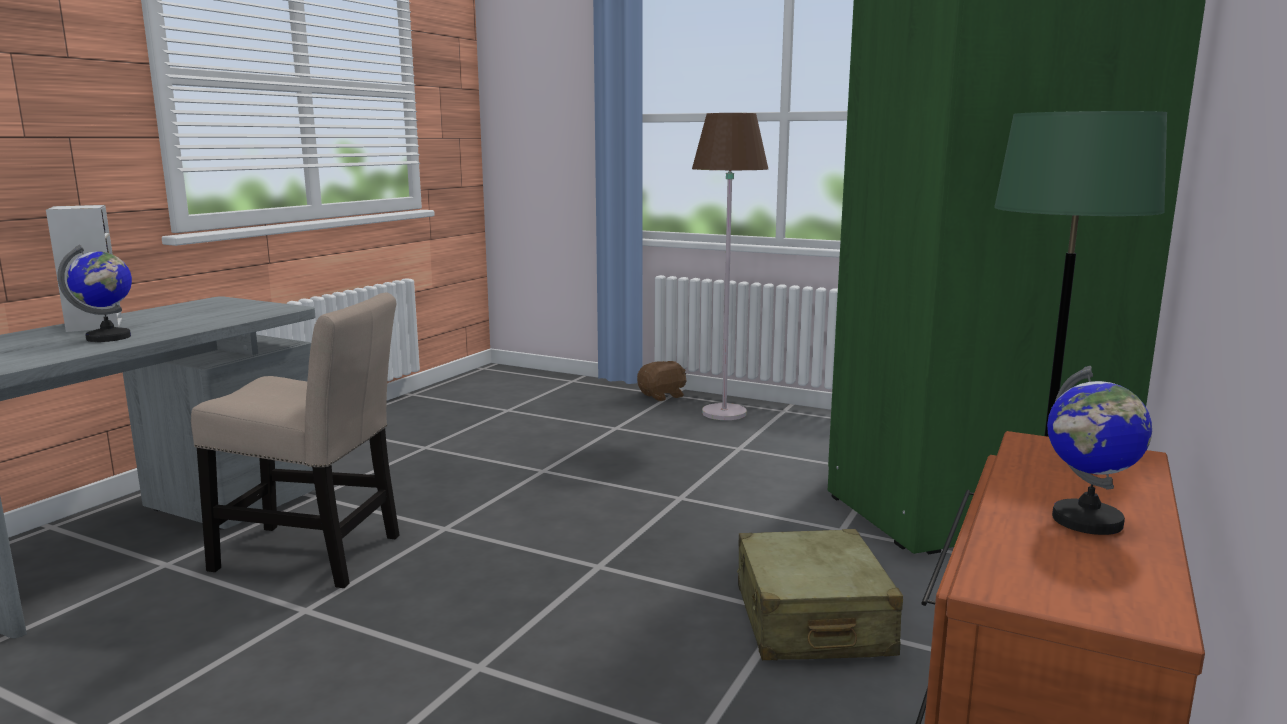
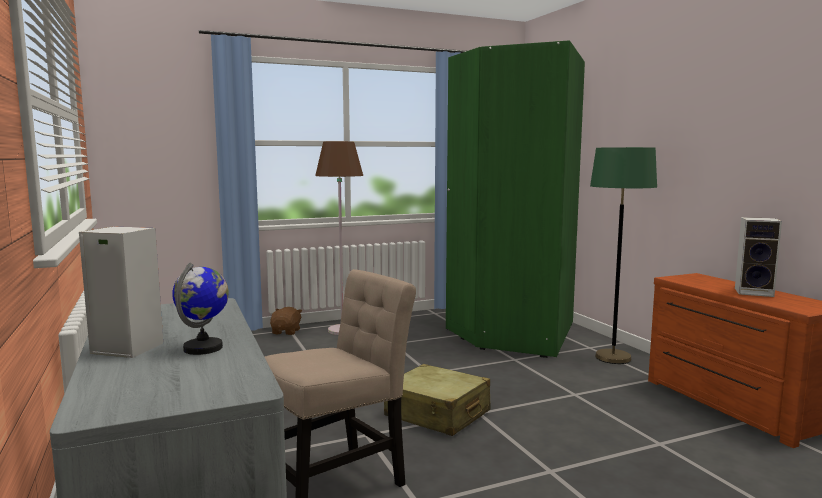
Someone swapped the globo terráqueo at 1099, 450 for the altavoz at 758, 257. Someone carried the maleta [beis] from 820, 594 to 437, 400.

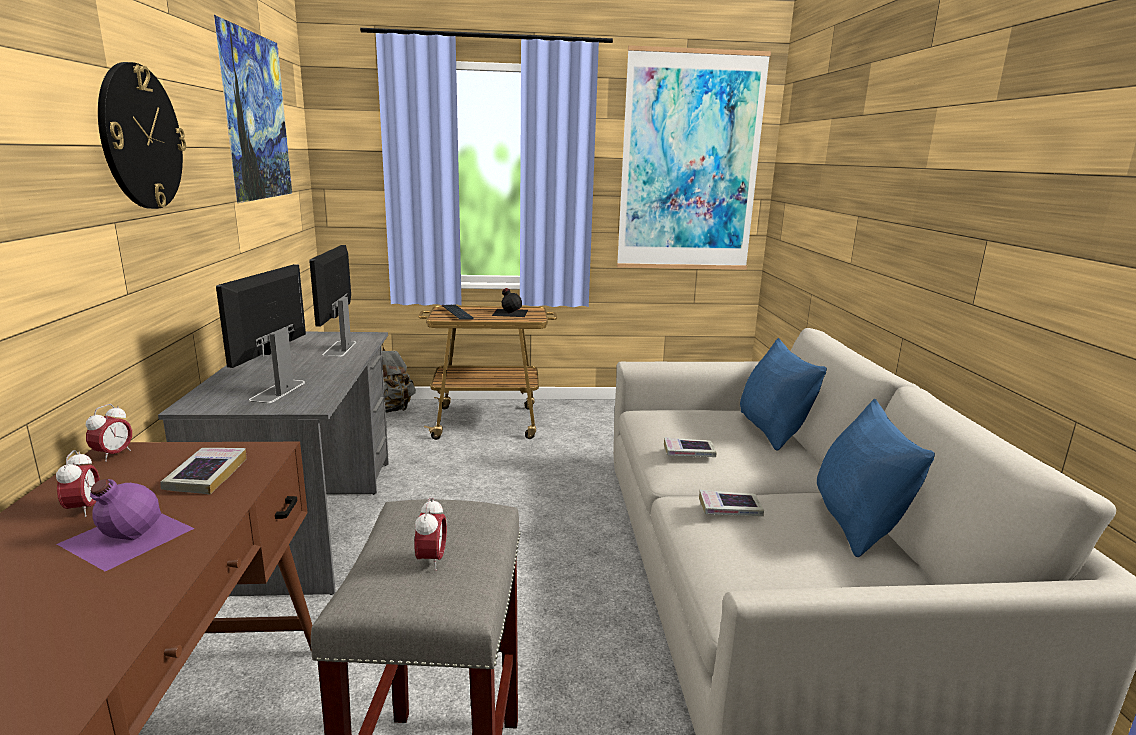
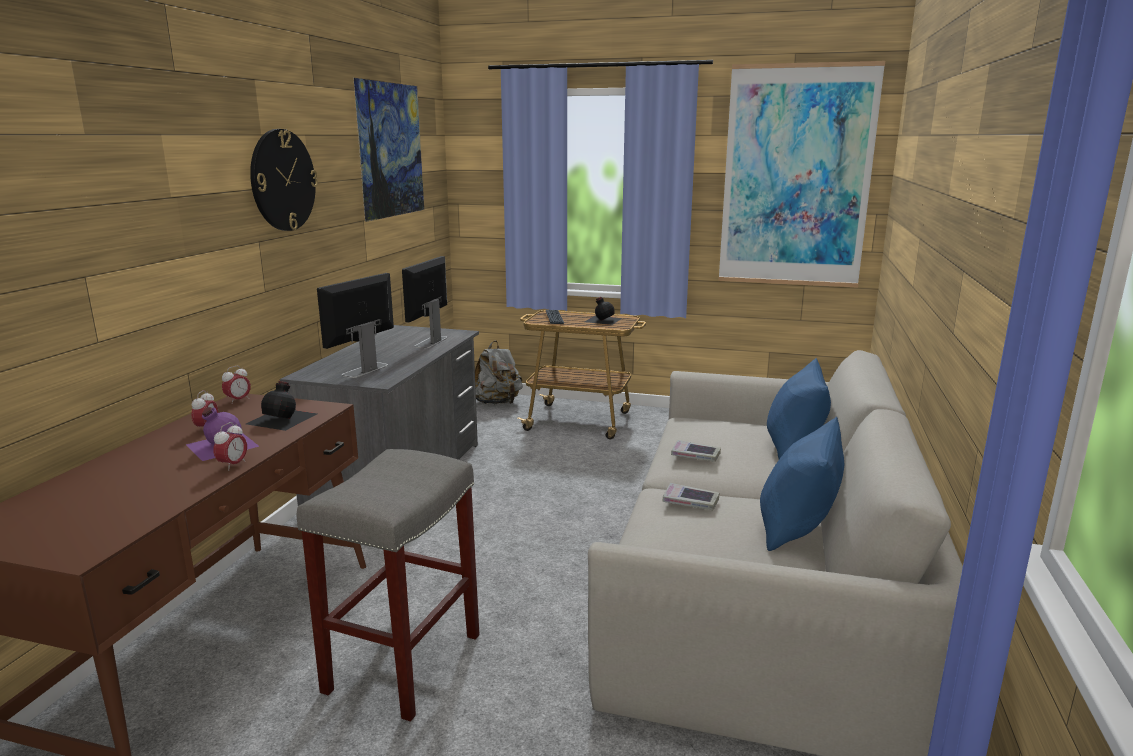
Someone swapped the libro at 203, 471 for the botella [negro] at 281, 406. Someone carried the despertador from 431, 534 to 230, 446.

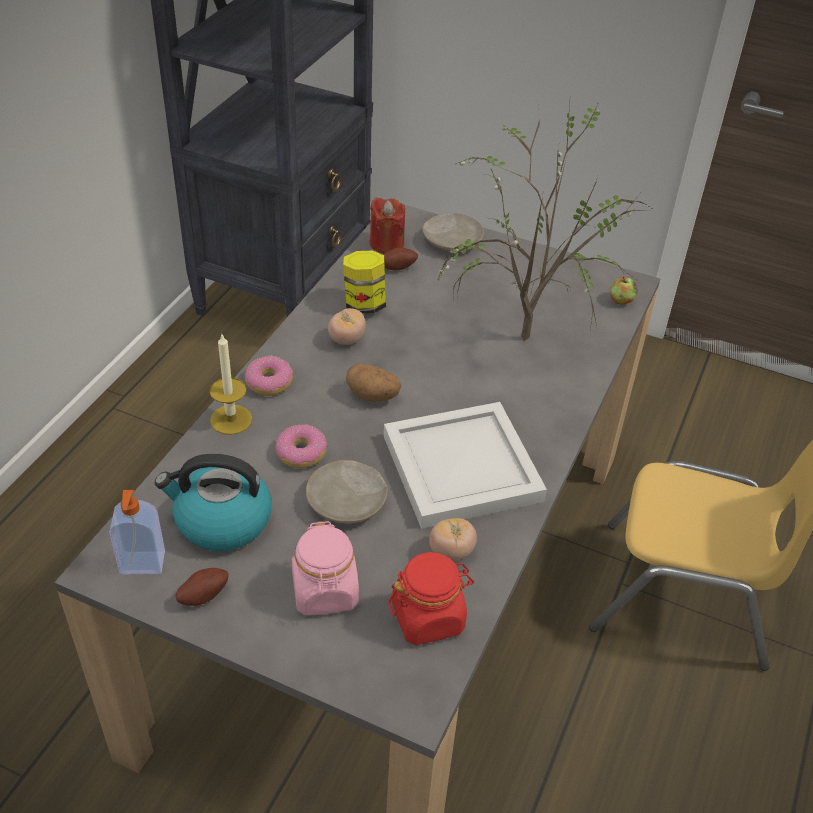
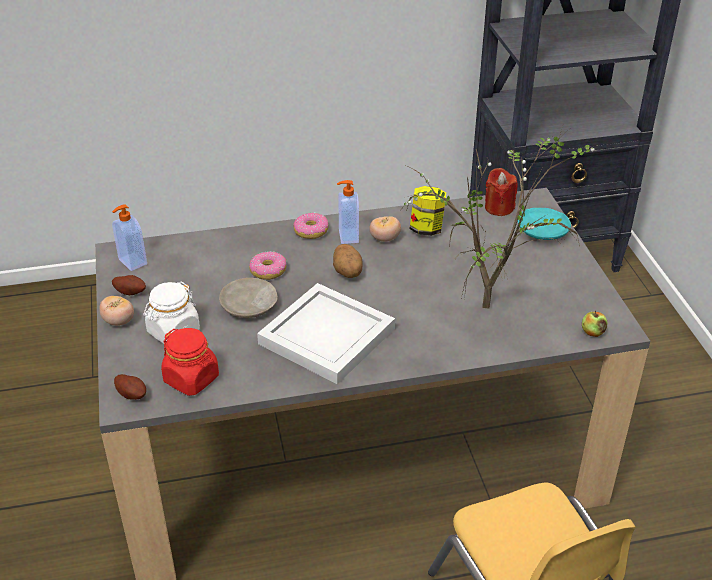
Someone repainted the plato [beis] at 453, 232, which became the plato [turquesa] at 544, 224. Someone carried the patata from 400, 258 to 130, 387. Someone took away the vela at 230, 385. Someone took away the hervidor at 213, 502. Someone carried the tomate from 453, 539 to 116, 311. Someone repainted the tarro [rosa] at 325, 568, which became the tarro [blanco] at 171, 313. Someone put down the dispensador de jabón at 348, 212.

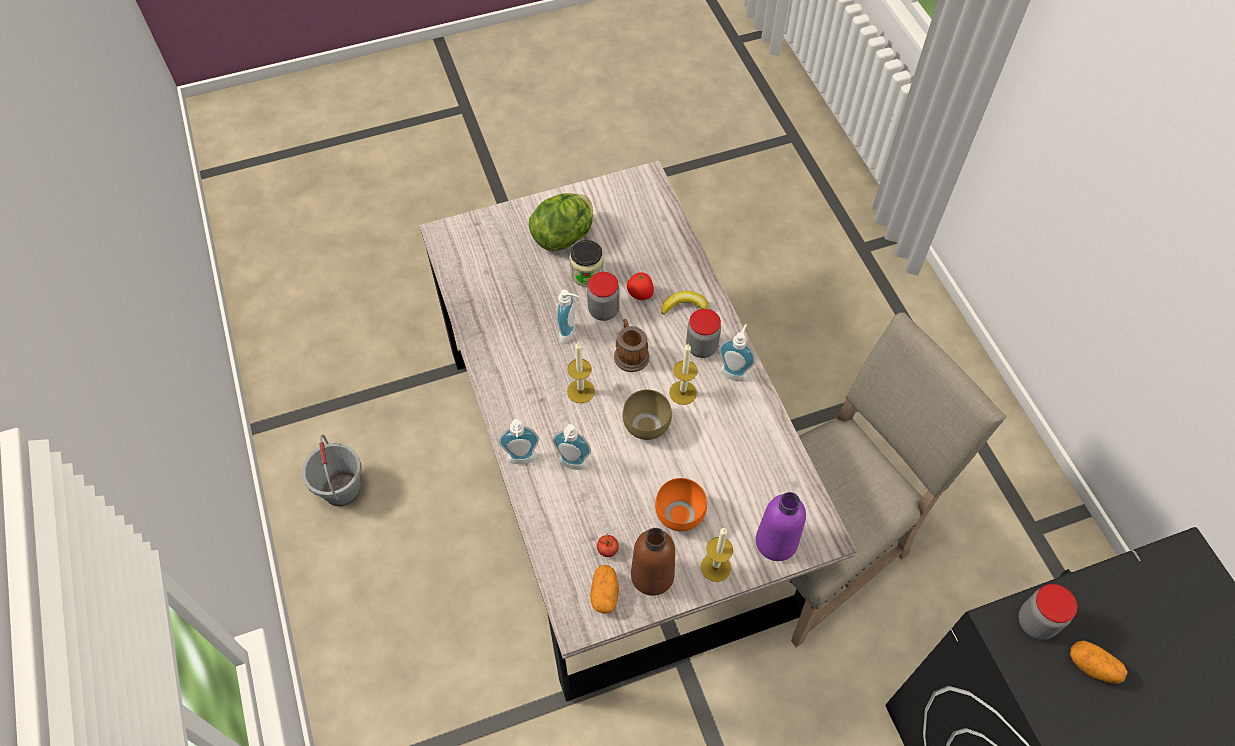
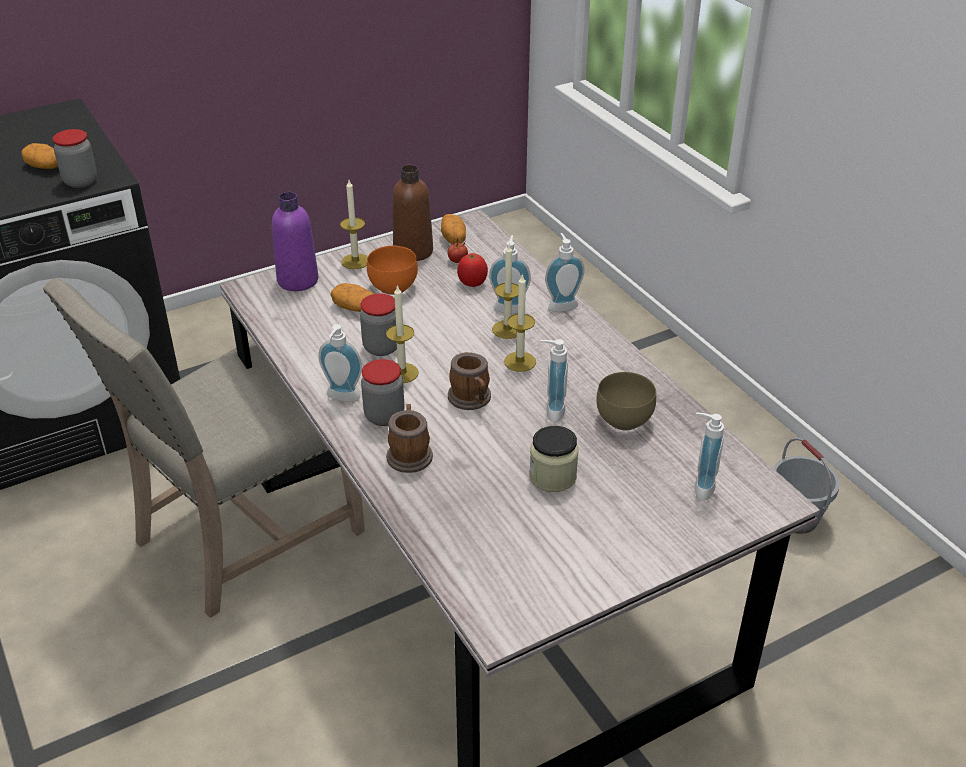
Someone took away the lechuga at 561, 222. Someone carried the tarro from 603, 296 to 378, 325. Someone carried the tomate from 640, 286 to 472, 270. Someone swapped the plátano at 684, 303 for the taza grande at 409, 438. Someone carried the cuenco [marrón] from 647, 415 to 626, 401. Someone put down the vela at 505, 292. Someone put down the patata at 352, 297. Someone put down the dispensador de jabón at 709, 456.

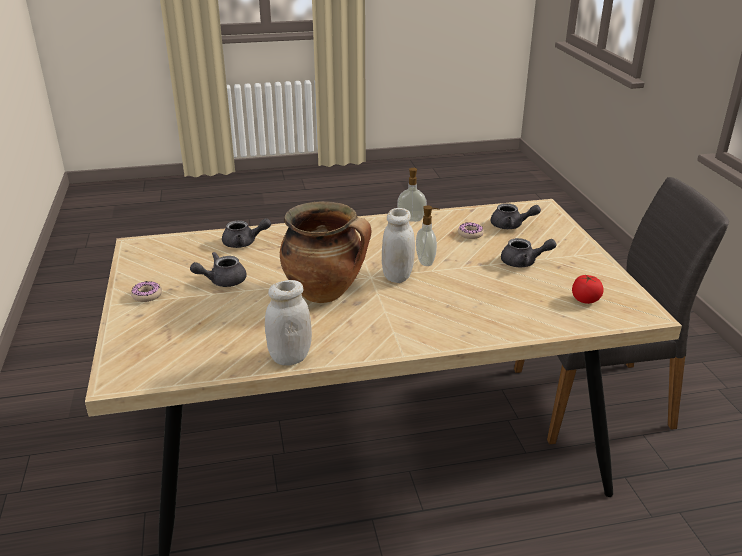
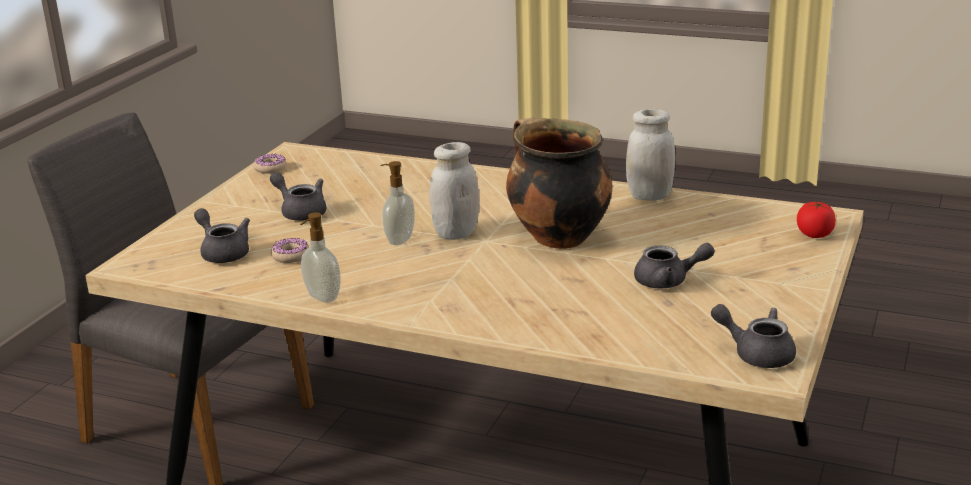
Someone carried the tetera [gris] from 246, 233 to 753, 336. Someone carried the tomate from 588, 289 to 816, 220. Someone carried the rosquilla from 146, 291 to 270, 163.

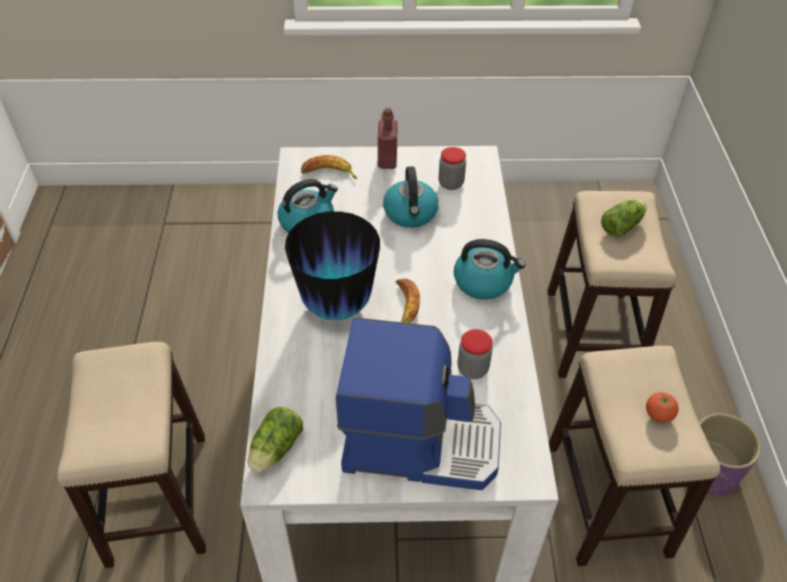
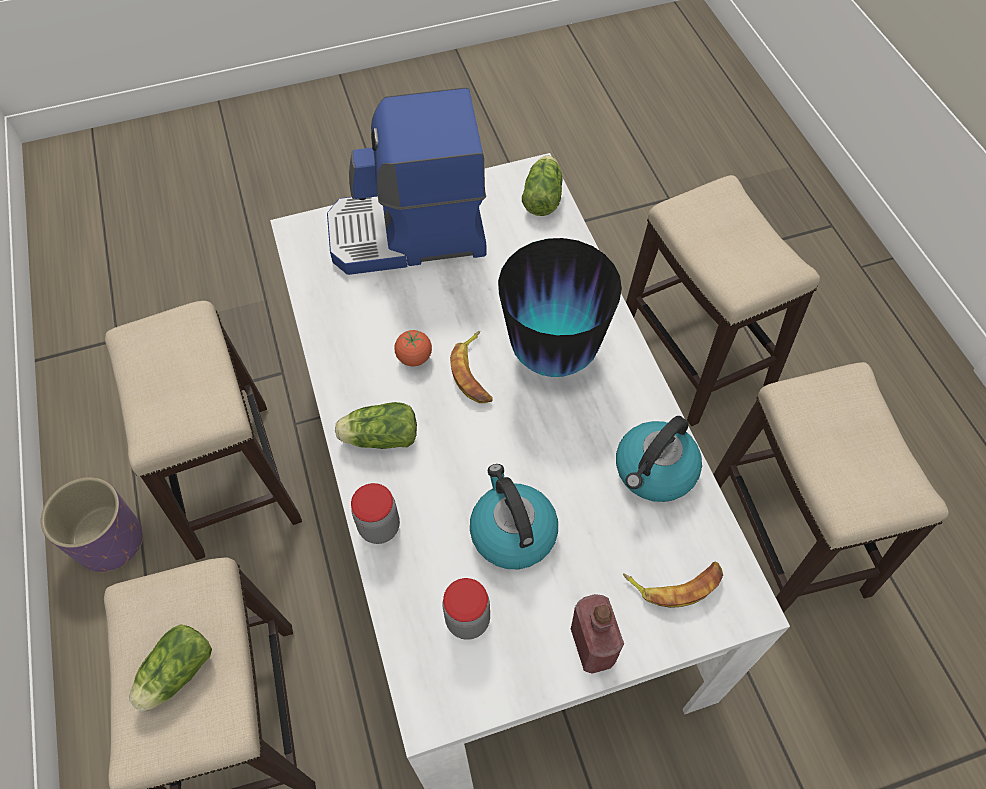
Someone swapped the hervidor at 490, 269 for the lechuga at 376, 425. Someone carried the tarro from 475, 354 to 375, 513. Someone carried the tomate from 662, 407 to 413, 348. Someone put down the taburete at 831, 487.

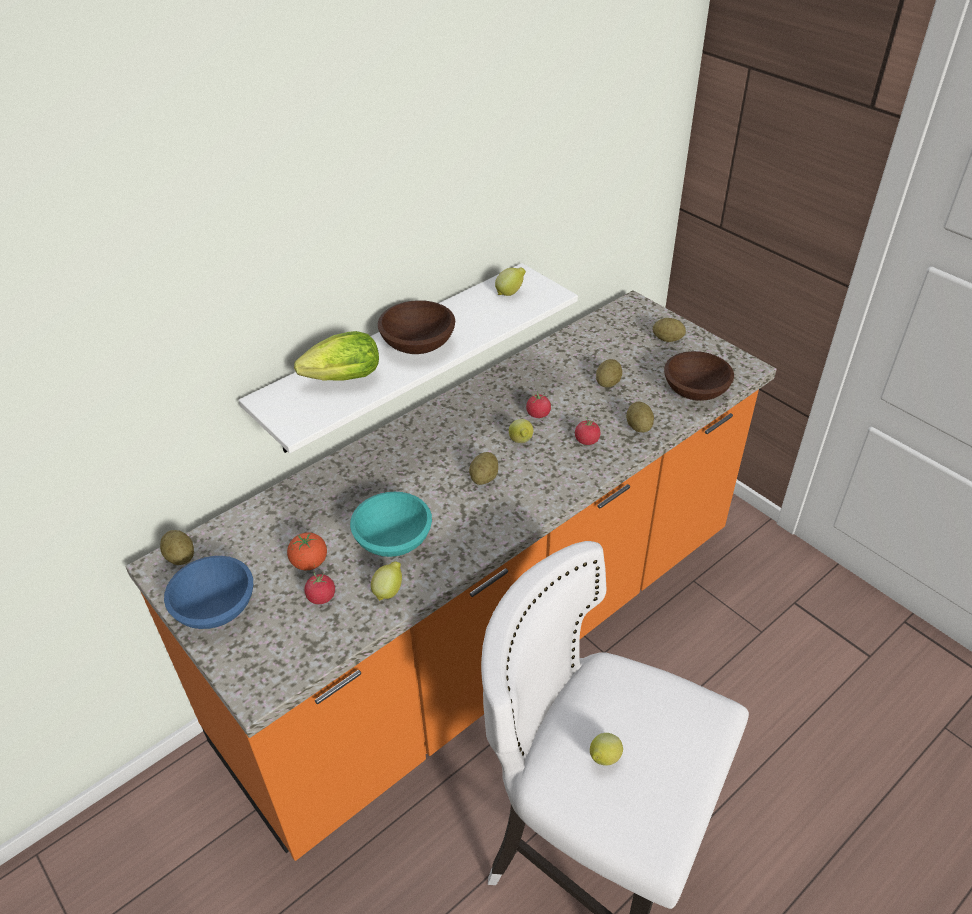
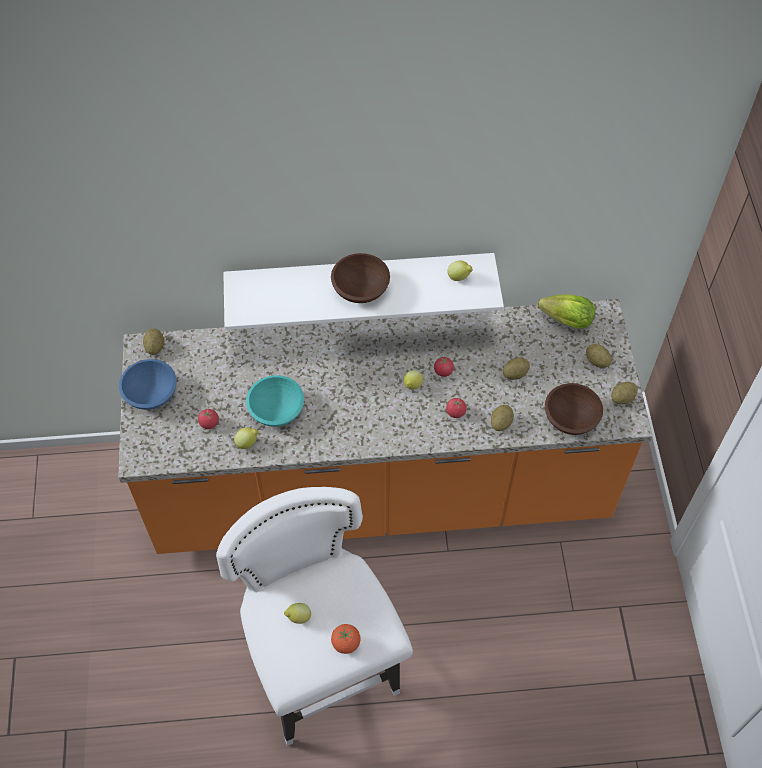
Someone carried the lechuga from 336, 356 to 566, 311. Someone carried the patata from 483, 468 to 624, 393. Someone carried the tomate from 307, 551 to 346, 639.

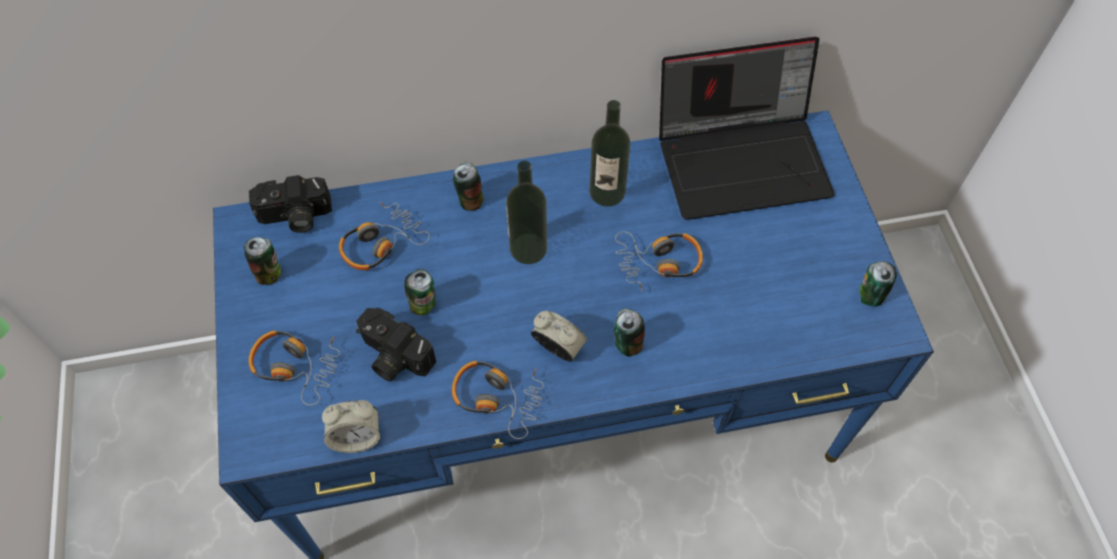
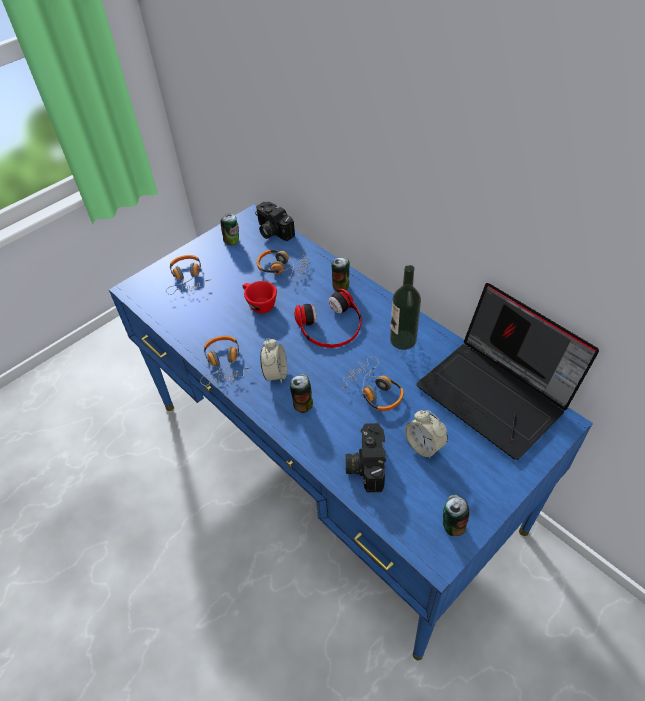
Someone swapped the botella at 526, 212 for the auriculares at 328, 318. Someone swapped the lata at 420, 292 for the taza [rojo] at 260, 297. Someone carried the cámara from 396, 345 to 365, 457. Someone carried the despertador from 351, 426 to 426, 434.

